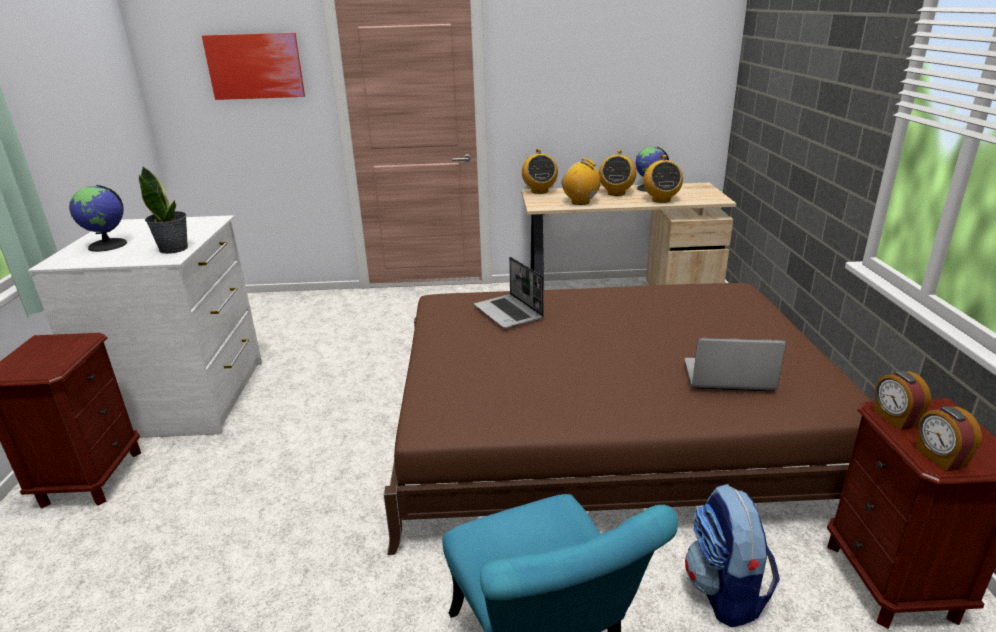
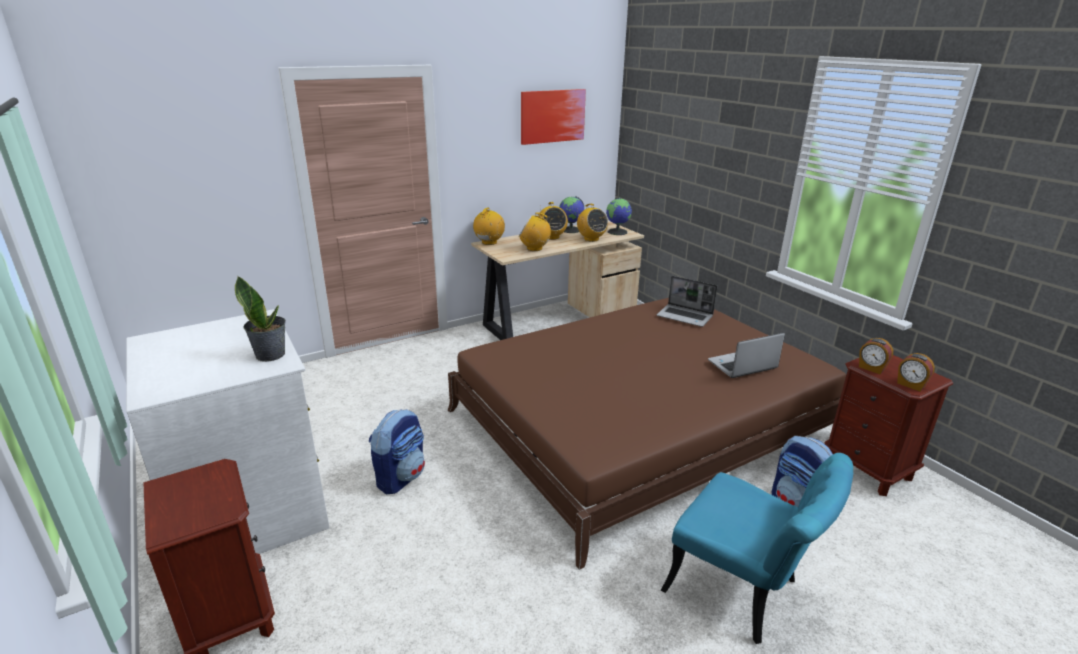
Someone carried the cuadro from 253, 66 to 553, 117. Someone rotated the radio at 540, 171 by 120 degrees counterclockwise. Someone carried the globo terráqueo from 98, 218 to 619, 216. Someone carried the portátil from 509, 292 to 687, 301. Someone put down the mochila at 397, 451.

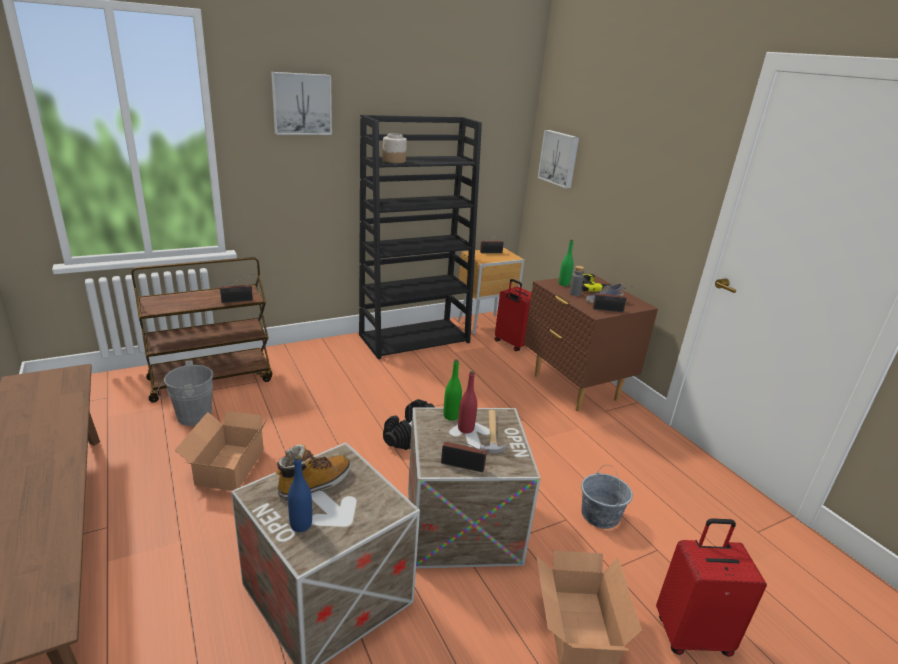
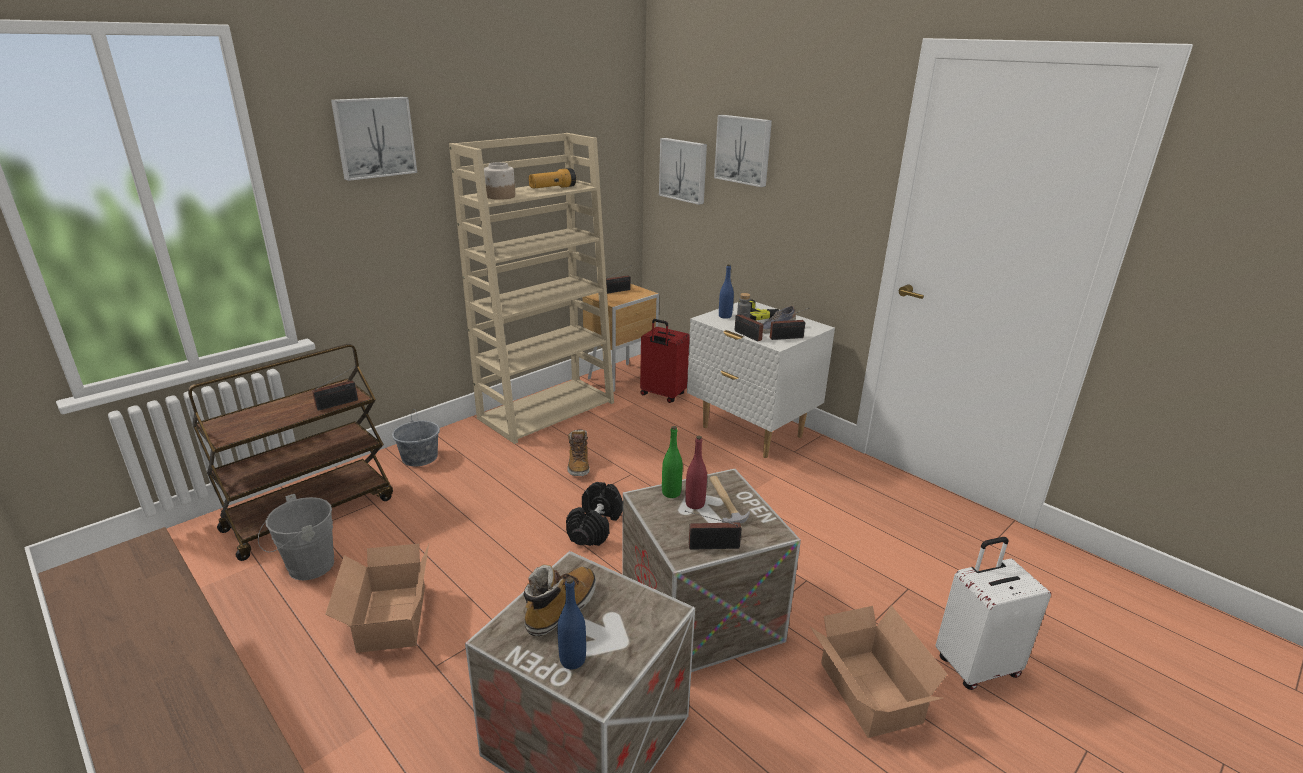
Someone repainted the estantería [negro] at 420, 237, which became the estantería [beis] at 531, 288. Someone repainted the botella [verde] at 566, 263, which became the botella [azul] at 726, 291. Someone repainted the mesita de noche [marrón] at 591, 343, which became the mesita de noche [blanco] at 761, 380. Someone carried the cubo [gris] from 607, 497 to 416, 438. Someone repainted the maleta [rojo] at 711, 587, which became the maleta [blanco] at 993, 613. Someone put up the cuadro at 743, 151. Someone put down the linterna at 552, 178. Someone put down the radio at 751, 327. Someone put down the bota at 579, 453.

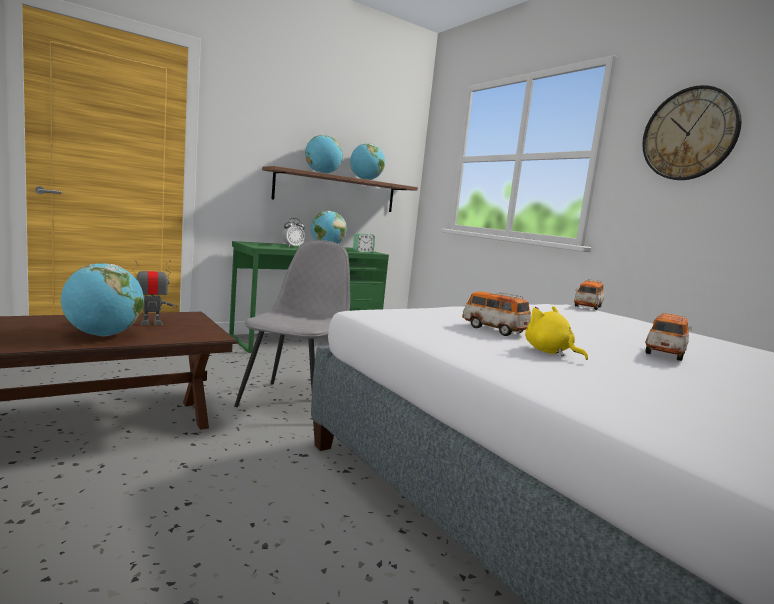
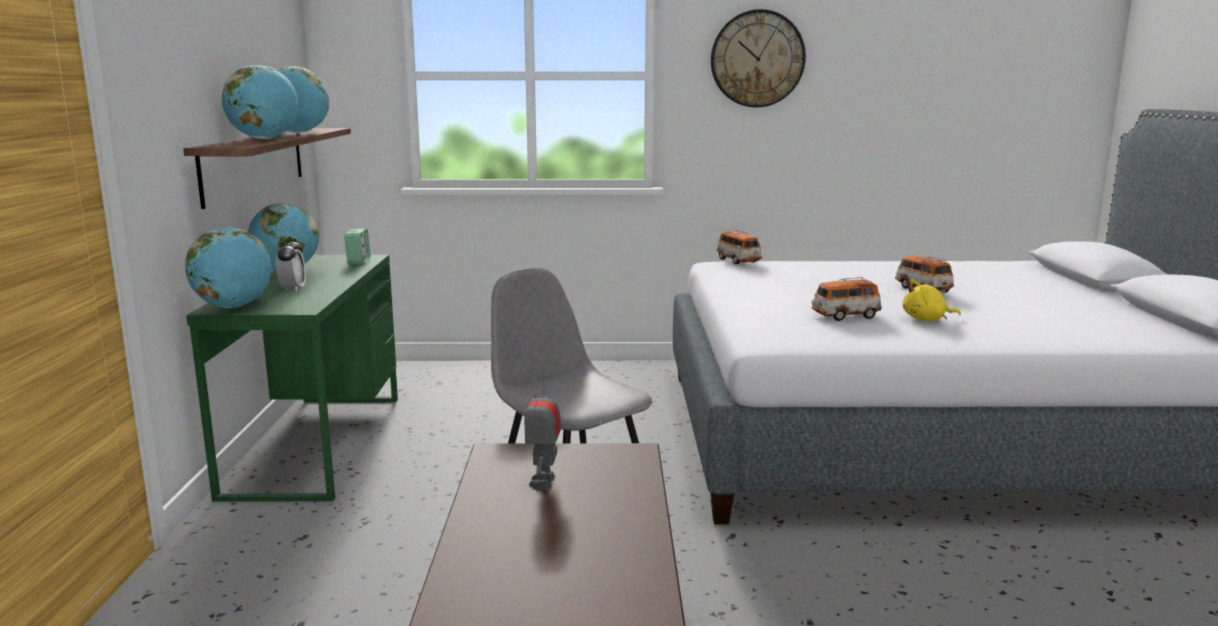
Someone carried the globo terráqueo from 102, 299 to 228, 267.

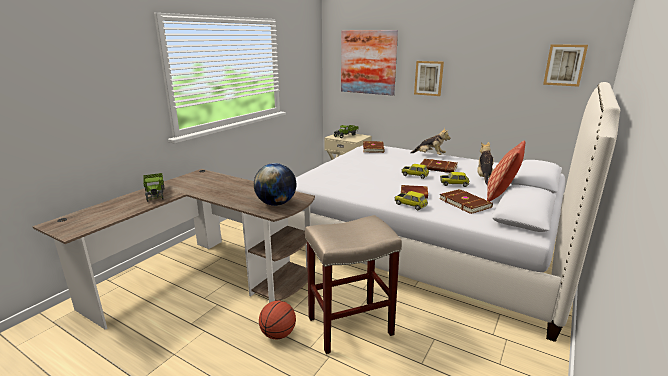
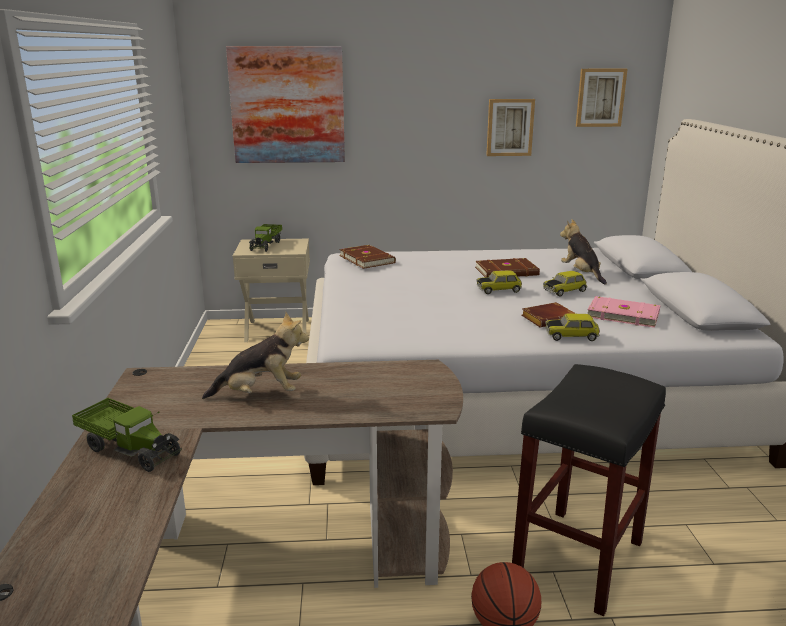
Someone carried the cuadro from 429, 78 to 510, 127. Someone carried the peluche from 431, 141 to 255, 355. Someone took away the cojín at 506, 171. Someone took away the globo terráqueo at 275, 184. Someone repainted the libro [marrón] at 466, 201, which became the libro [rosa] at 623, 312. Someone repainted the taburete [beis] at 353, 284, which became the taburete [negro] at 589, 490.

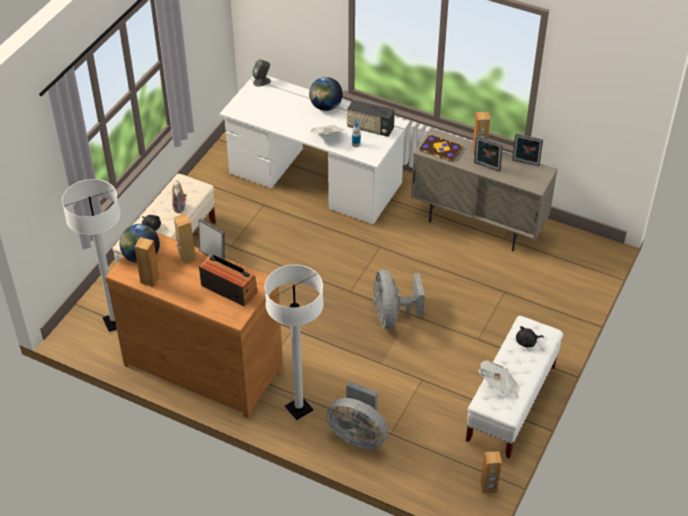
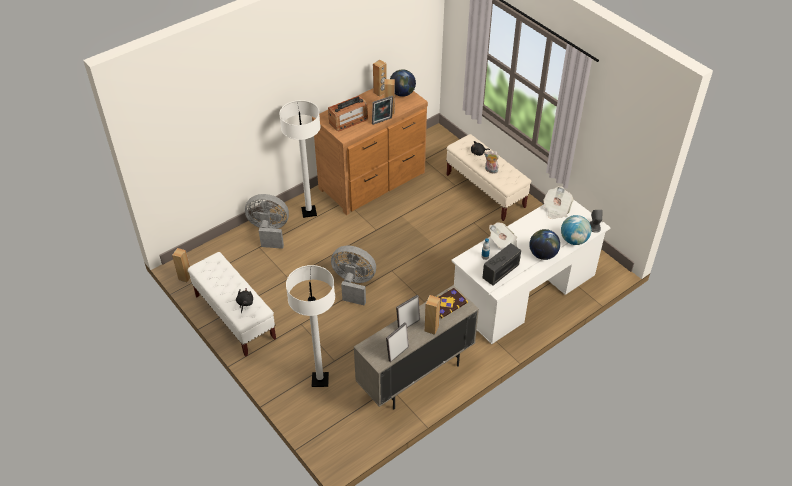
Someone carried the lámpara de pie [blanco] from 91, 255 to 310, 326. Someone carried the periódico from 499, 376 to 558, 202. Someone rotated the ventilador [gris] at 357, 415 by 45 degrees clockwise. Someone put down the globo terráqueo at 576, 230.

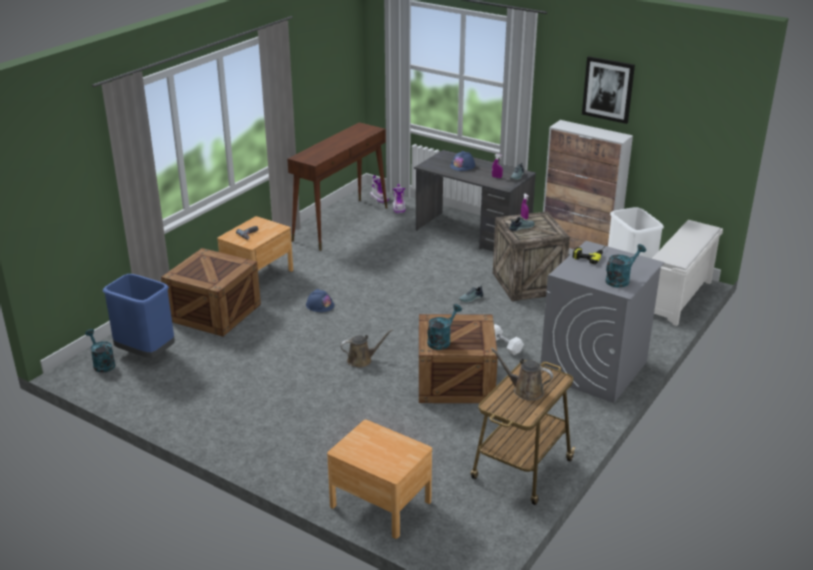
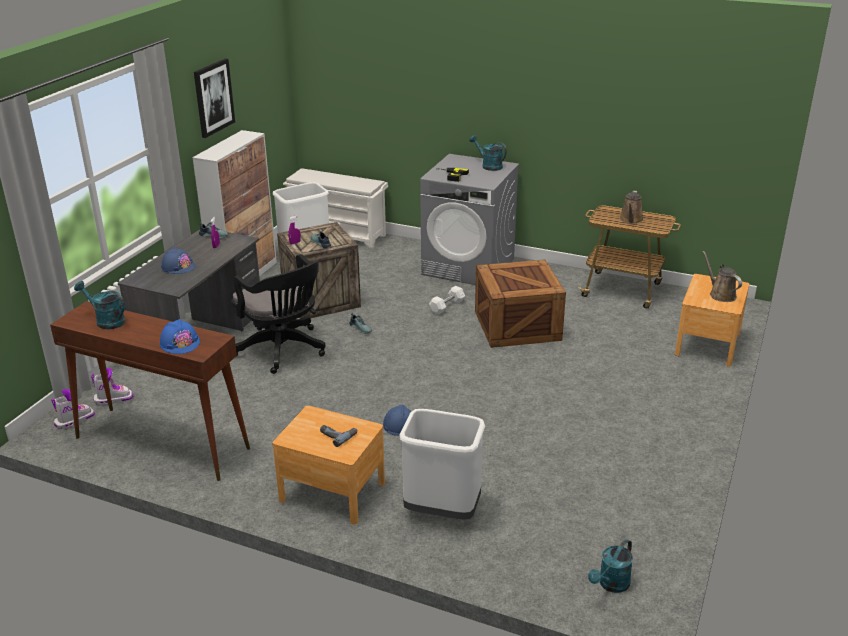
Someone swapped the caja de embalaje at 211, 292 for the papelera [blanco] at 442, 464. Someone took away the papelera [azul] at 139, 316. Someone carried the regadera [turquesa] from 444, 327 to 99, 305. Someone carried the regadera [marrón] from 366, 348 to 722, 276. Someone put down the silla de oficina [negro] at 278, 314. Someone put down the casco [azul] at 180, 336.

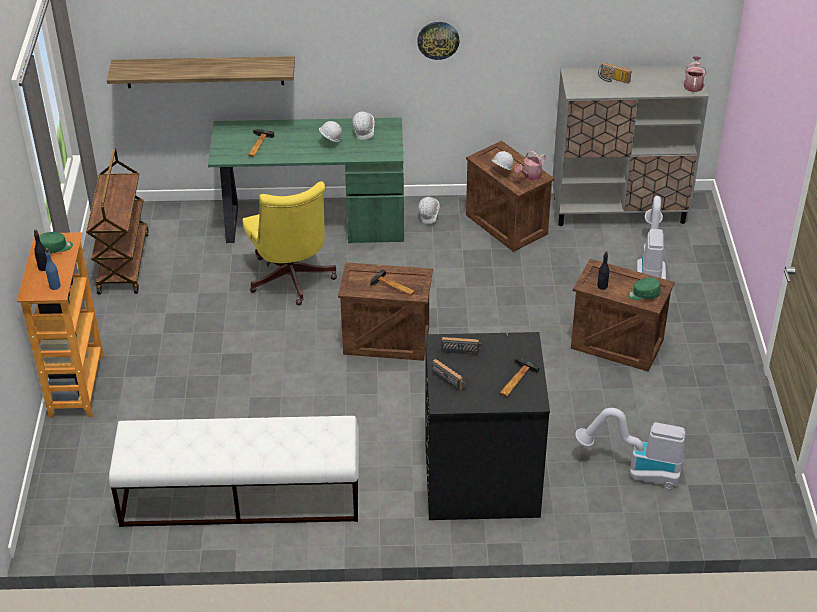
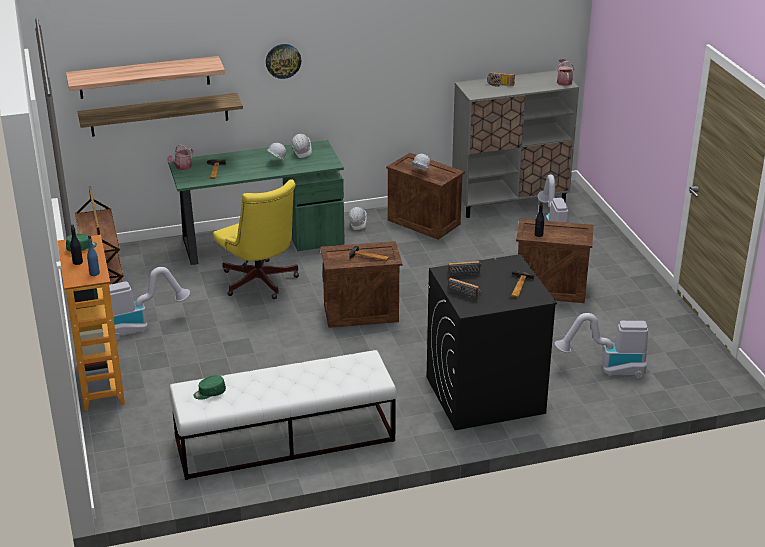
Someone carried the reloj de pared from 438, 41 to 283, 61. Someone carried the regadera from 530, 165 to 180, 157. Someone carried the gorra [verde] from 644, 289 to 209, 387. Someone put up the estante at 145, 77. Someone put down the aspiradora at 149, 303.

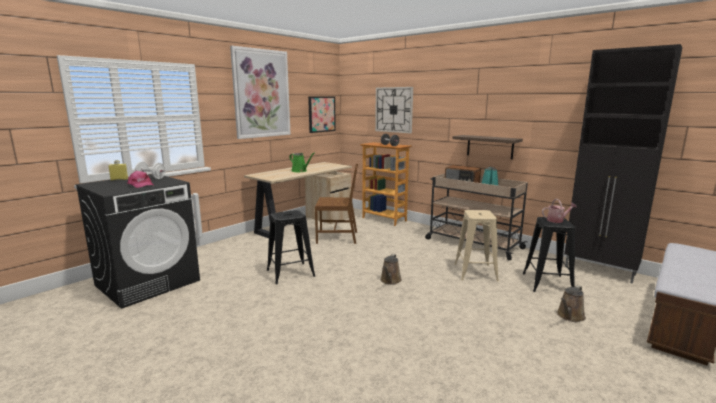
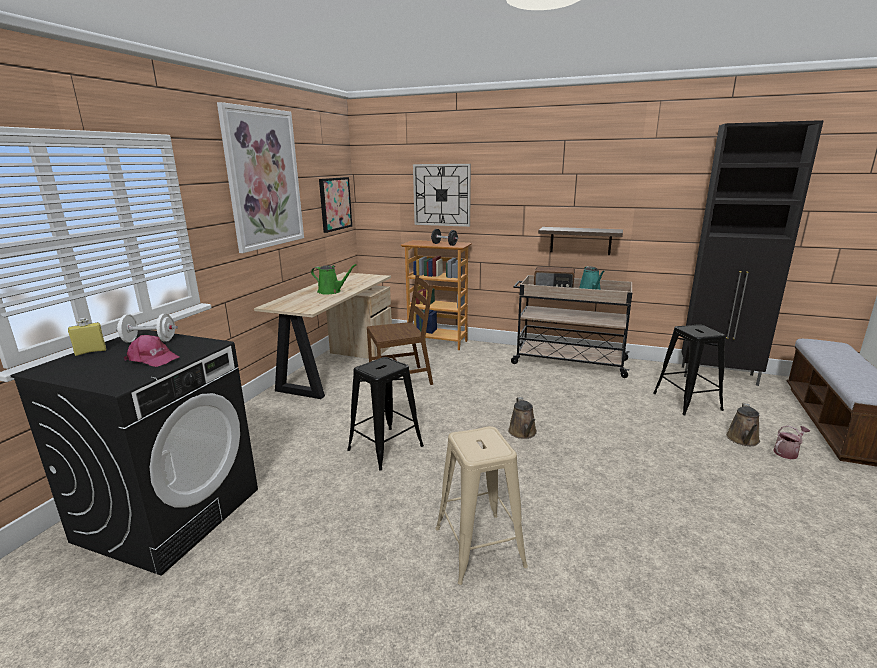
Someone carried the regadera from 559, 211 to 791, 442. Someone carried the taburete [beis] from 476, 245 to 481, 505.

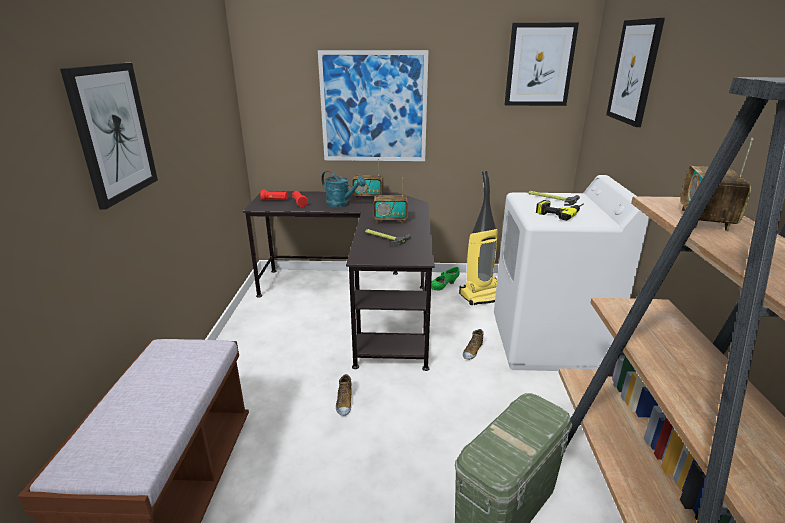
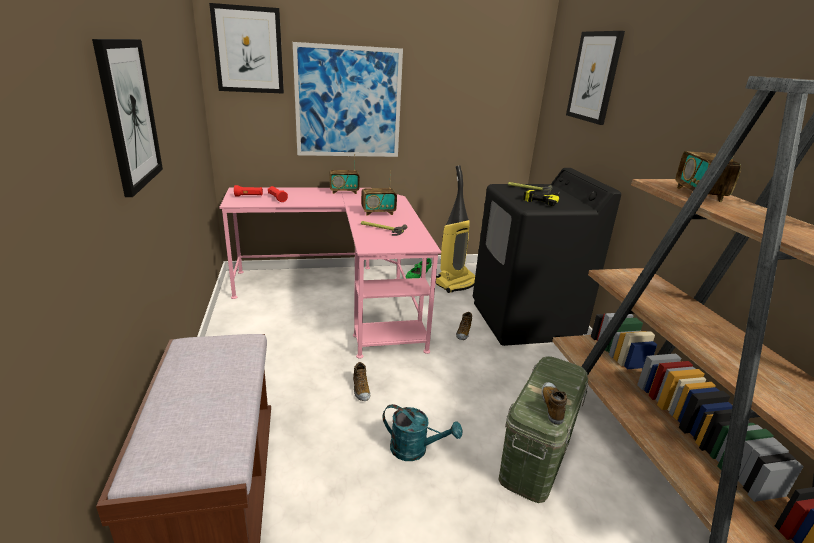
Someone carried the cuadro from 541, 64 to 246, 48. Someone carried the regadera [turquesa] from 343, 189 to 422, 432. Someone repainted the lavadora [blanco] at 571, 273, which became the lavadora [negro] at 547, 257. Someone repainted the escritorio [negro] at 339, 281, which became the escritorio [rosa] at 330, 273. Someone put down the zapato at 554, 403.

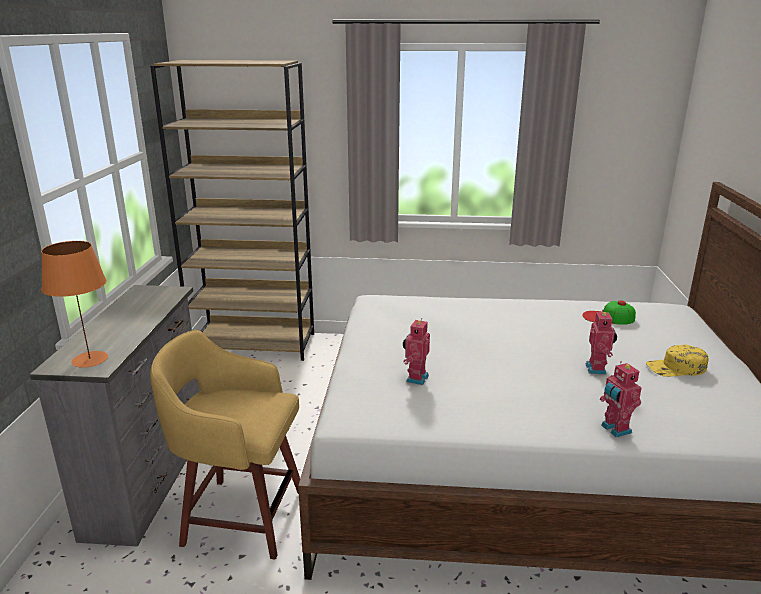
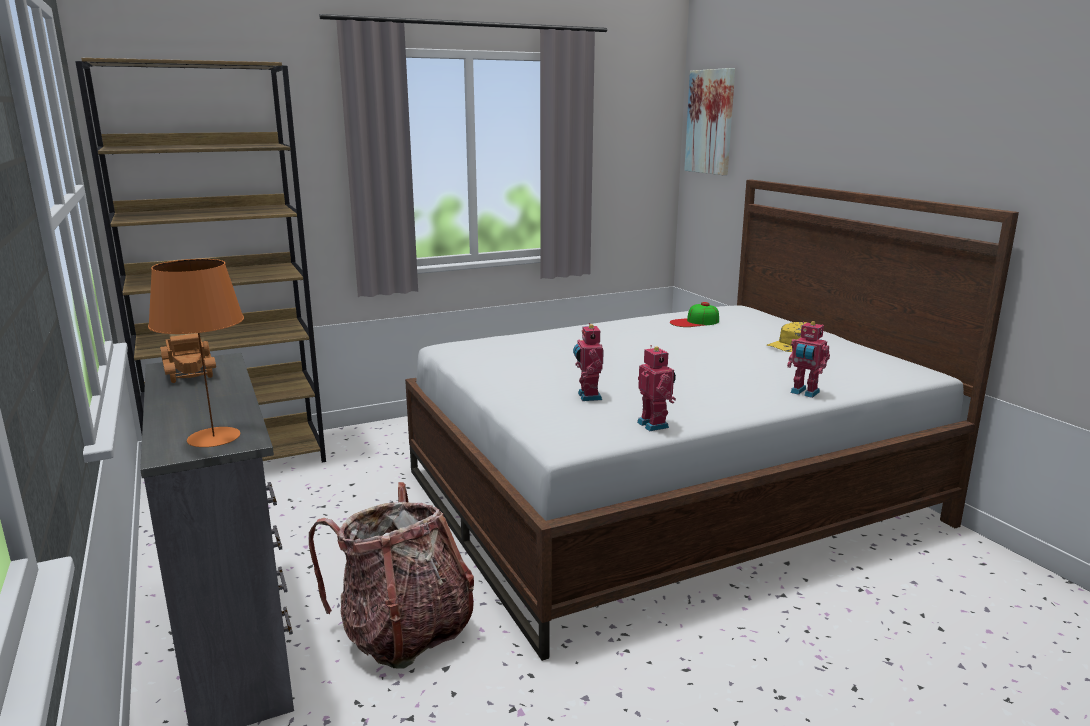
Someone carried the robot de juguete from 601, 342 to 656, 388. Someone swapped the taburete [amarillo] at 225, 445 for the mochila at 391, 575. Someone put up the cuadro at 709, 121. Someone put down the camión de juguete at 188, 358.

